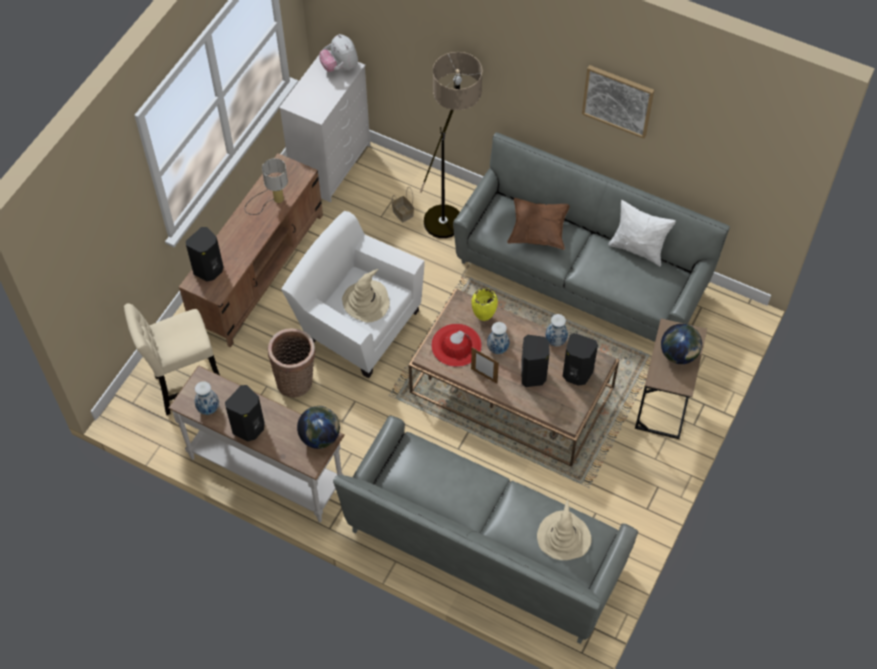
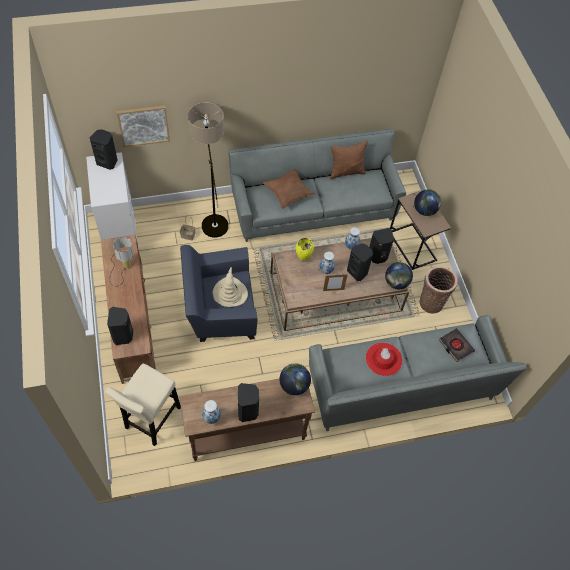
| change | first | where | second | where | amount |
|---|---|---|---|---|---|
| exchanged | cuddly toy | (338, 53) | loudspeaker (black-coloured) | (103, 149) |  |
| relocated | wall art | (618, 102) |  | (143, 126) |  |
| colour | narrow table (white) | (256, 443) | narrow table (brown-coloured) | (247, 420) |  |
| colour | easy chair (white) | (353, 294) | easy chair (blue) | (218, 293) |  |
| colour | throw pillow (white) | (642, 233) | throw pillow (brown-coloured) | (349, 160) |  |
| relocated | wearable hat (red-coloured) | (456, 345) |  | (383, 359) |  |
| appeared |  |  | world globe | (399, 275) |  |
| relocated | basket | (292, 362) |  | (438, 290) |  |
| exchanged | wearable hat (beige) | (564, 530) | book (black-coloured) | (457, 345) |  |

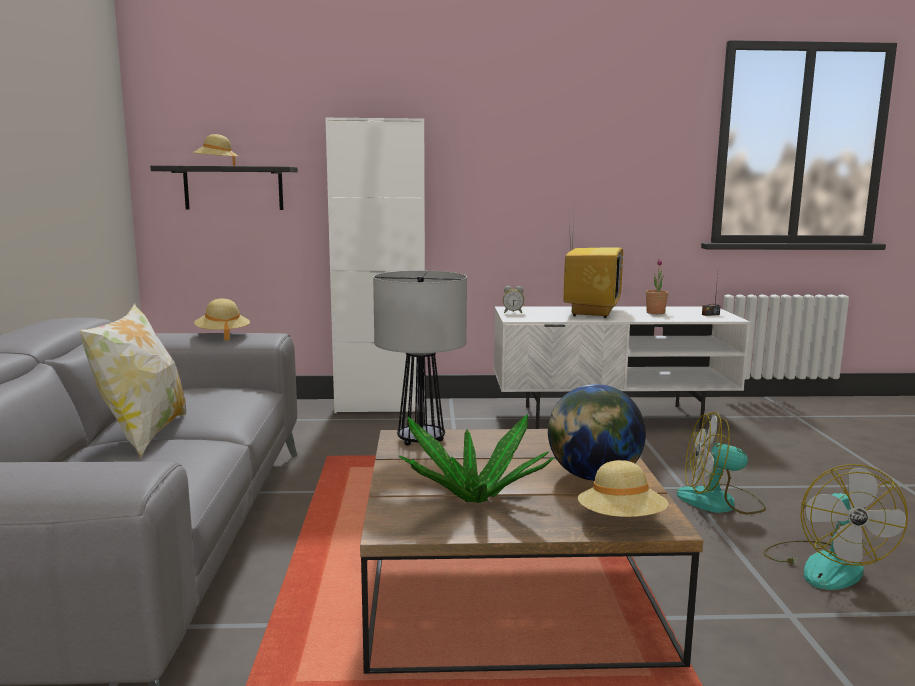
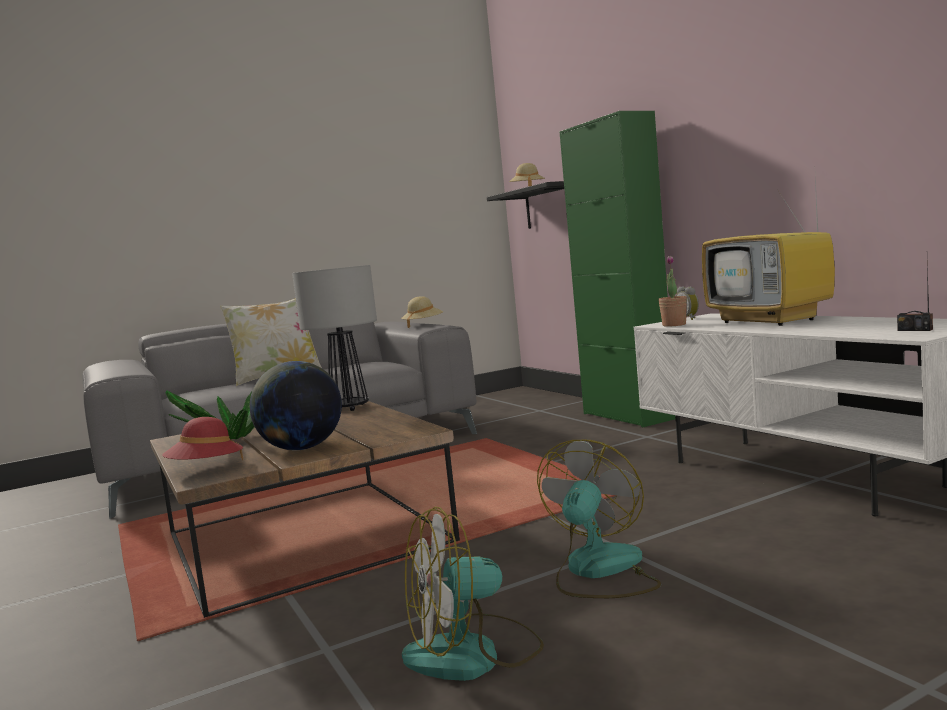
| change | first | where | second | where | amount |
|---|---|---|---|---|---|
| colour | wearable hat (beige) | (623, 488) | wearable hat (red-coloured) | (202, 438) |  |
| spun | cooling fan | (721, 463) |  | (599, 519) | 45 degrees clockwise |
| colour | cupboard (white) | (375, 265) | cupboard (green) | (617, 269) |  |
| relocated | potted plant | (657, 286) |  | (672, 291) |  |
| spun | television | (593, 267) |  | (768, 252) | 75 degrees clockwise |

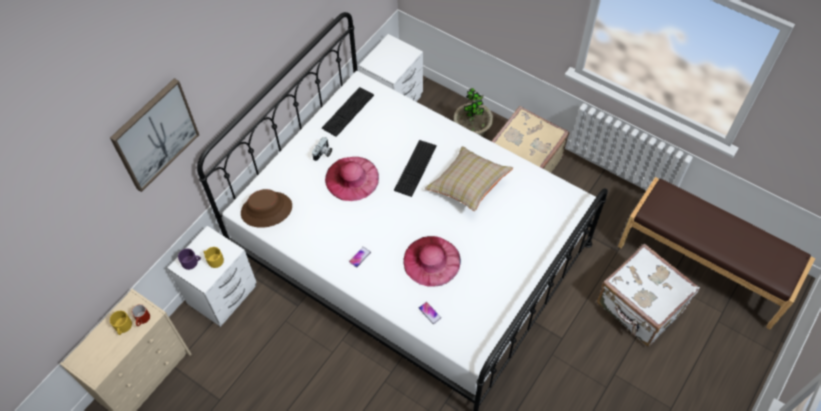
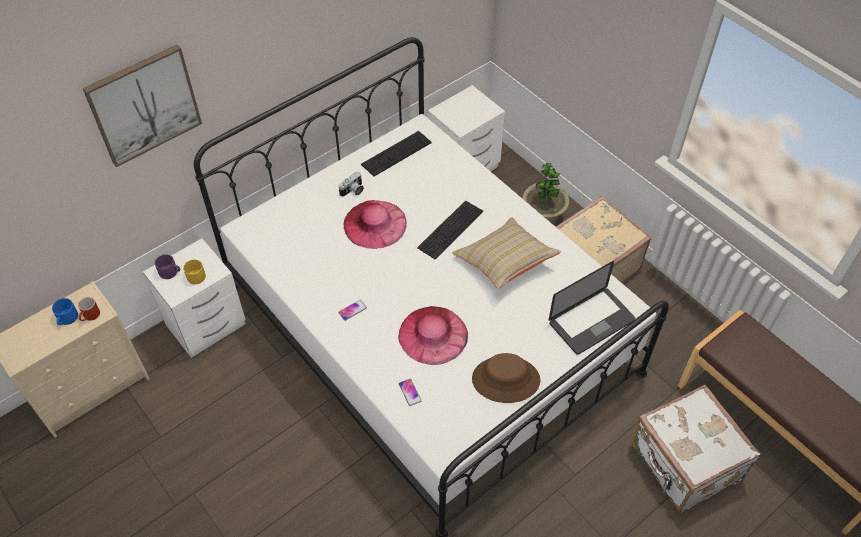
| change | first | where | second | where | amount |
|---|---|---|---|---|---|
| colour | mug (yellow) | (121, 323) | mug (blue) | (65, 311) |  |
| relocated | wearable hat (brown-coloured) | (266, 208) |  | (506, 378) |  |
| appeared |  |  | laptop | (592, 308) |  |

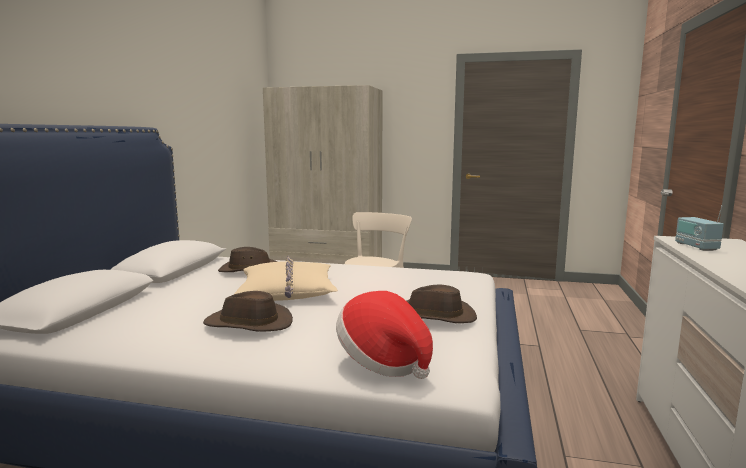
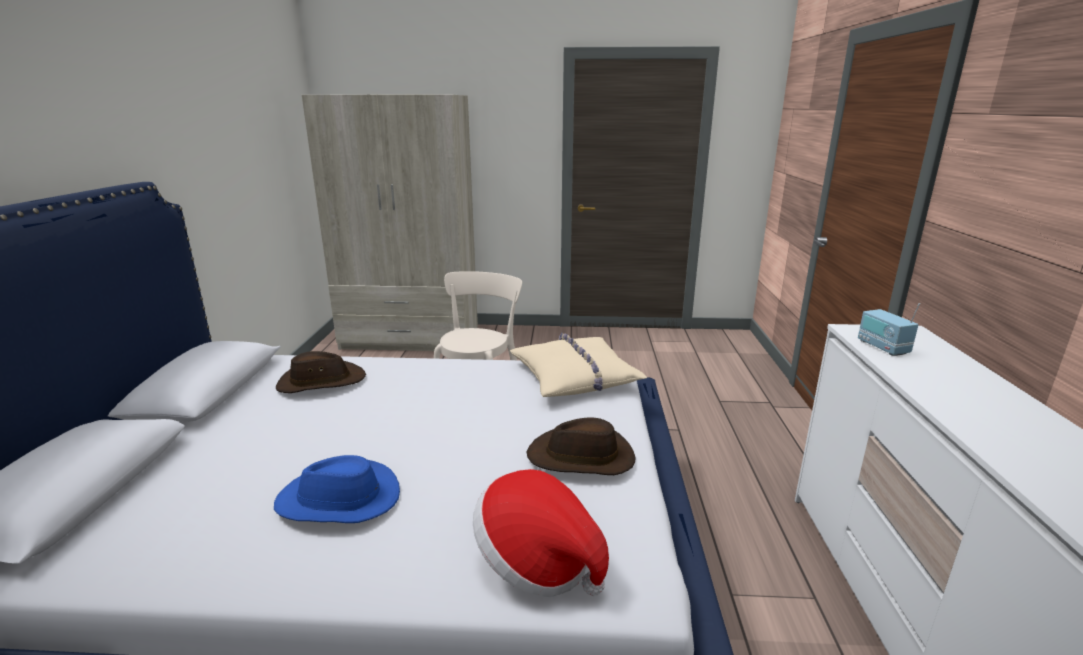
| change | first | where | second | where | amount |
|---|---|---|---|---|---|
| colour | wearable hat (brown-coloured) | (248, 311) | wearable hat (blue) | (337, 489) |  |
| relocated | throw pillow (beige) | (286, 278) |  | (578, 365) |  |

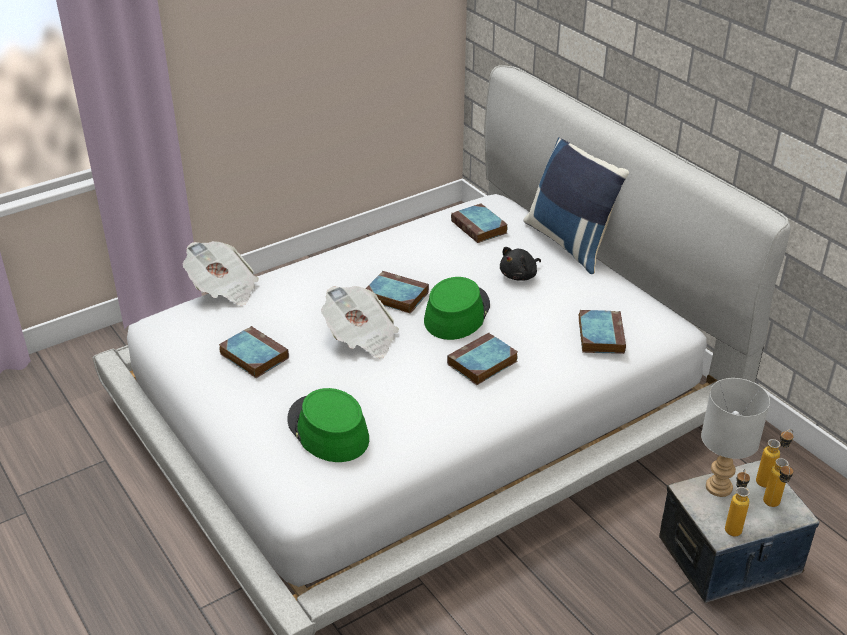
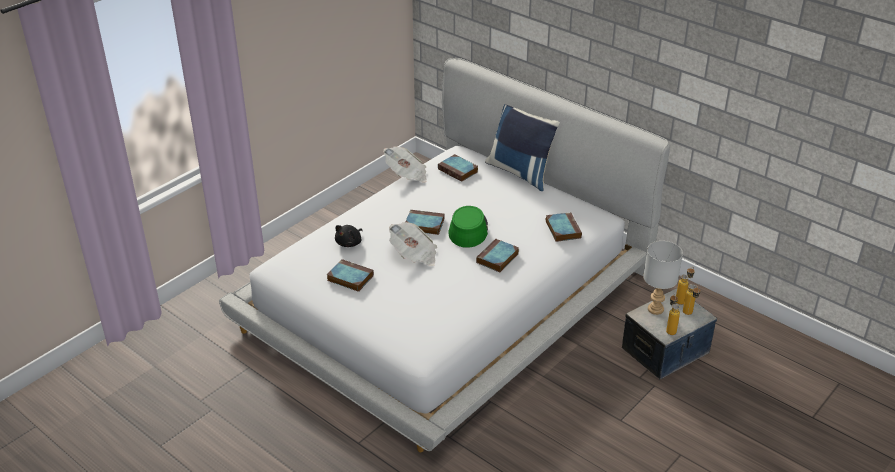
| change | first | where | second | where | amount |
|---|---|---|---|---|---|
| relocated | cuddly toy (black-coloured) | (520, 264) |  | (349, 236) |  |
| relocated | daily paper | (220, 273) |  | (405, 165) |  |
| missing | wearable hat (green) | (328, 425) |  |  |  |

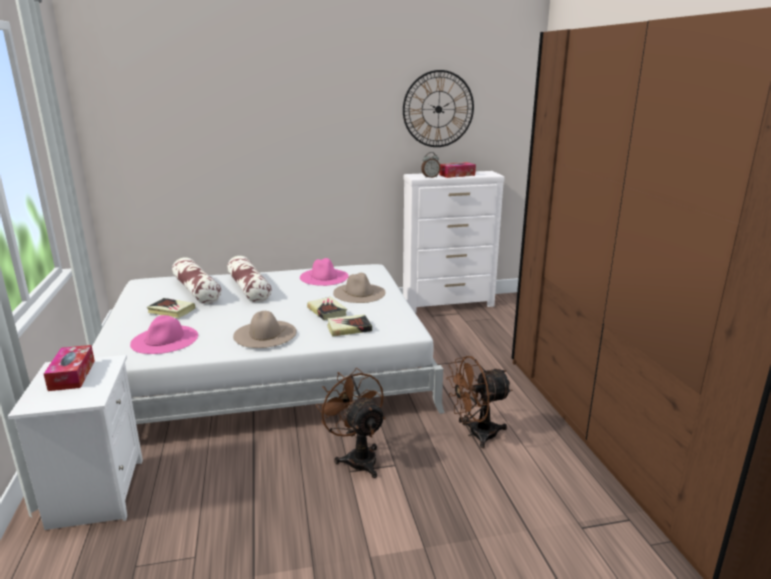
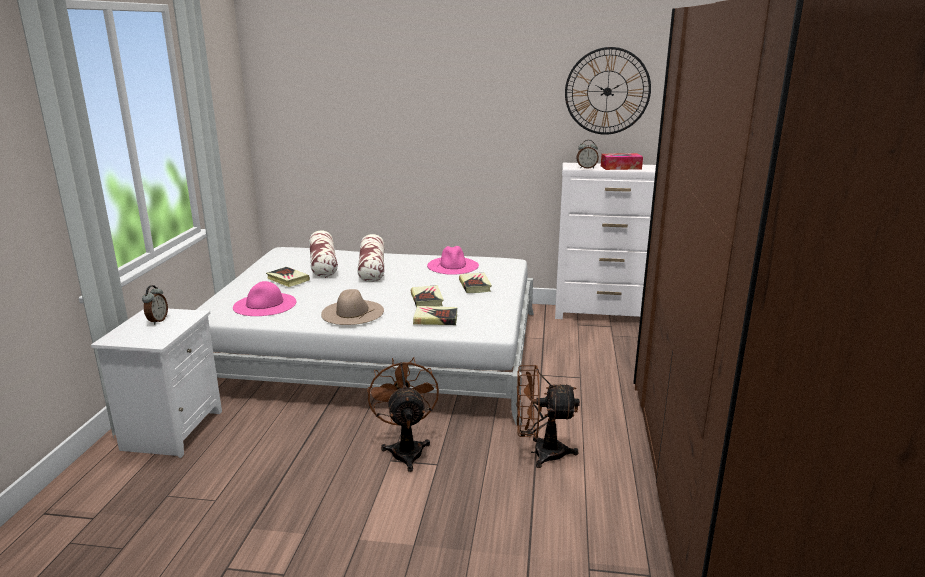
| change | first | where | second | where | amount |
|---|---|---|---|---|---|
| exchanged | tissue holder | (69, 368) | bedside clock | (155, 305) |  |
| exchanged | wearable hat (beige) | (359, 288) | book | (475, 283) |  |

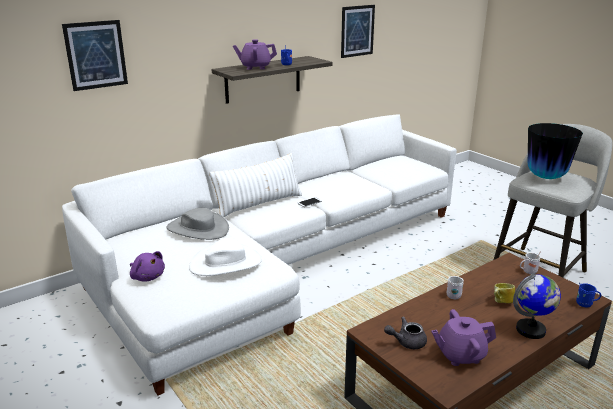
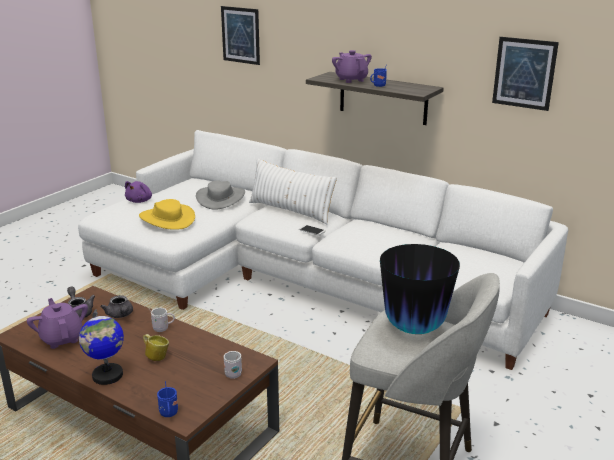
| change | first | where | second | where | amount |
|---|---|---|---|---|---|
| appeared |  |  | teapot (gray) | (117, 306) |  |
| colour | wearable hat (white) | (225, 257) | wearable hat (yellow) | (167, 214) |  |

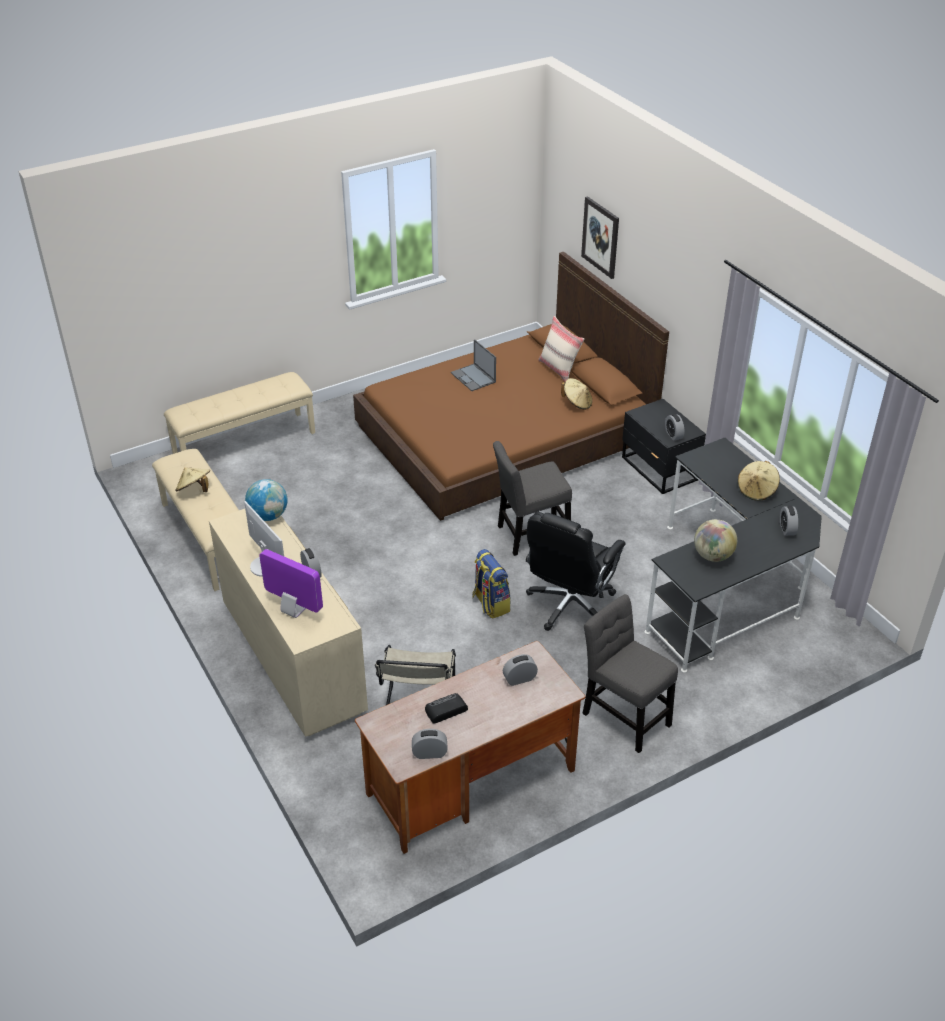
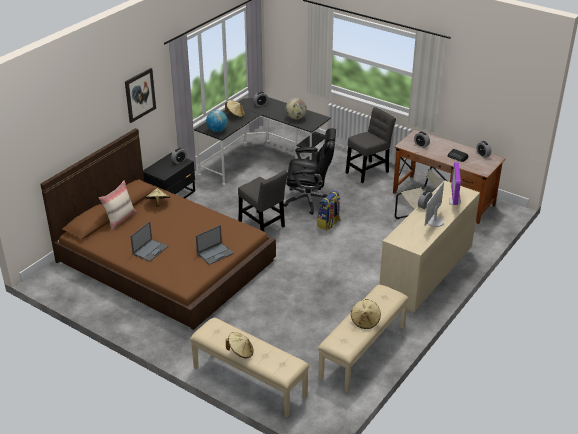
| change | first | where | second | where | amount |
|---|---|---|---|---|---|
| relocated | wall art | (600, 237) |  | (140, 95) |  |
| appeared |  |  | laptop | (215, 245) |  |
| relocated | world globe | (266, 500) |  | (217, 121) |  |
| appeared |  |  | wearable hat (beige) | (240, 345) |  |
| spun | upright chair (gray) | (630, 673) |  | (371, 145) | 150 degrees counterclockwise |

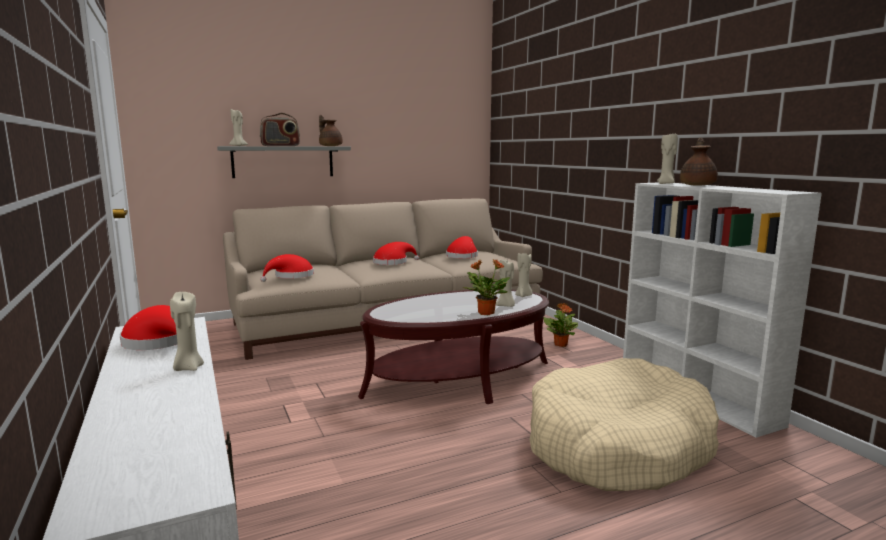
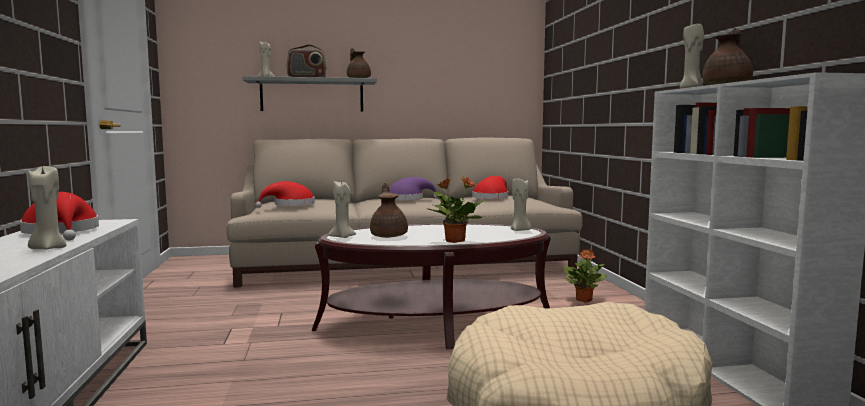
| change | first | where | second | where | amount |
|---|---|---|---|---|---|
| relocated | wax light (beige) | (505, 283) |  | (342, 209) |  |
| appeared |  |  | teapot (brown-coloured) | (389, 210) |  |
| colour | wearable hat (red-coloured) | (396, 253) | wearable hat (purple-coloured) | (414, 188) |  |

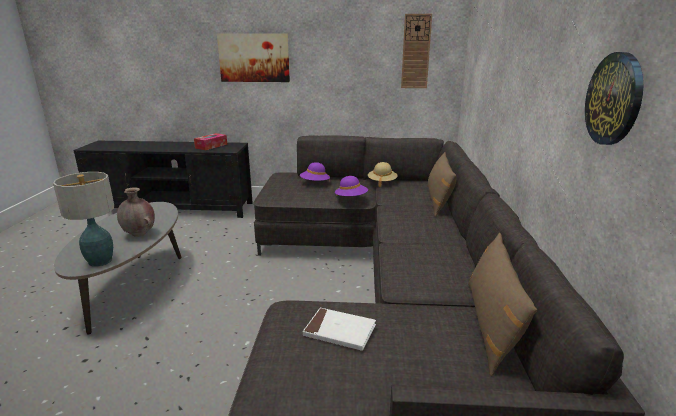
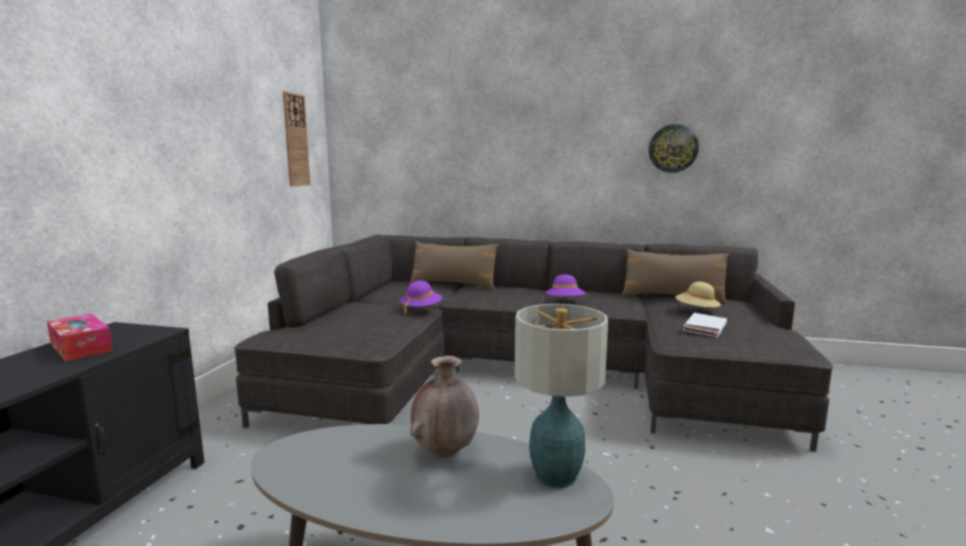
| change | first | where | second | where | amount |
|---|---|---|---|---|---|
| relocated | wearable hat (purple-coloured) | (315, 171) |  | (565, 286) |  |
| relocated | wearable hat (beige) | (383, 174) |  | (698, 297) |  |
| missing | wall art | (253, 57) |  |  |  |

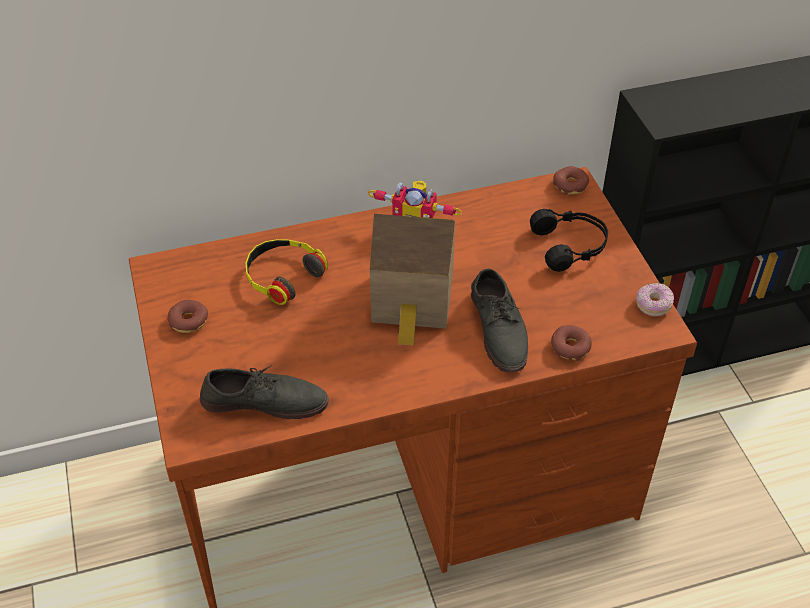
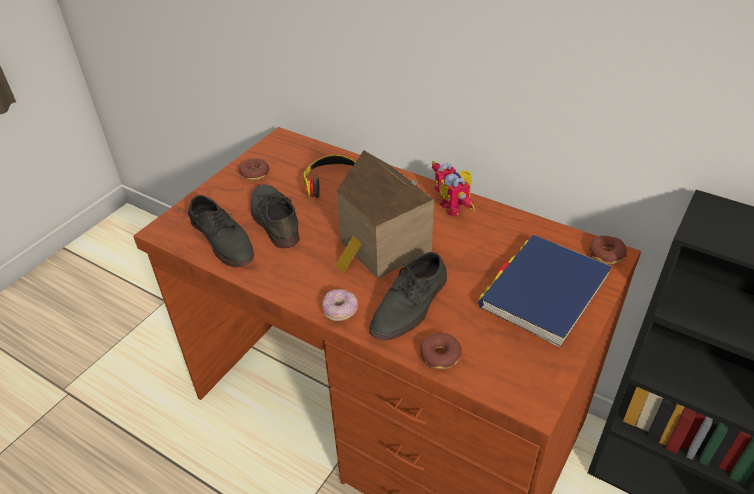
| change | first | where | second | where | amount |
|---|---|---|---|---|---|
| appeared |  |  | shoe (gray) | (275, 216) |  |
| relocated | doughnut | (655, 300) |  | (340, 305) |  |
| exchanged | headphones (black-coloured) | (569, 240) | book (blue) | (545, 291) |  |

